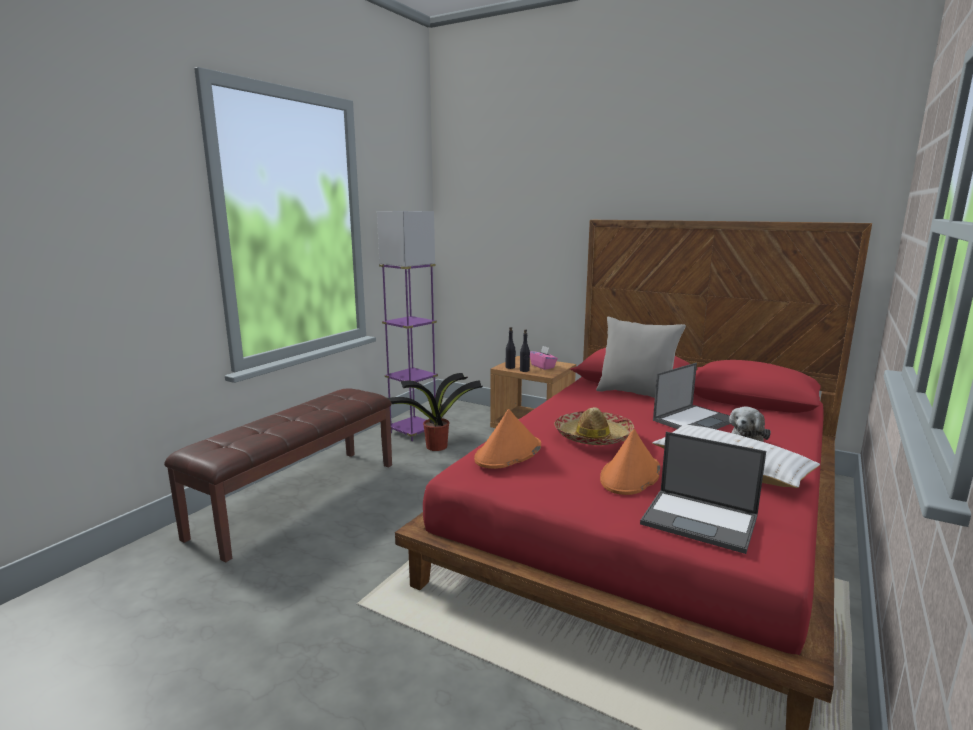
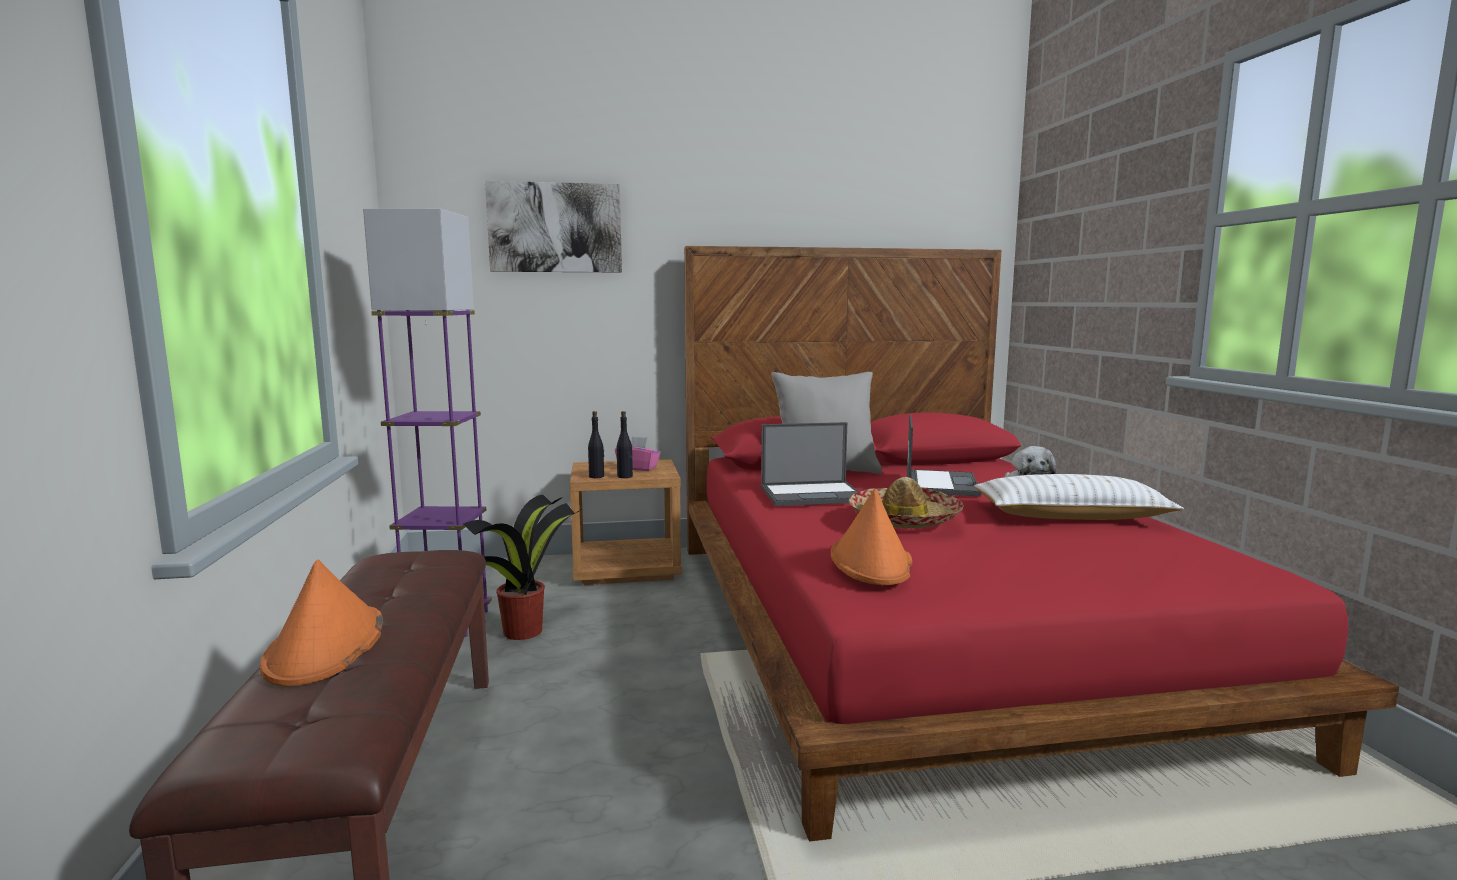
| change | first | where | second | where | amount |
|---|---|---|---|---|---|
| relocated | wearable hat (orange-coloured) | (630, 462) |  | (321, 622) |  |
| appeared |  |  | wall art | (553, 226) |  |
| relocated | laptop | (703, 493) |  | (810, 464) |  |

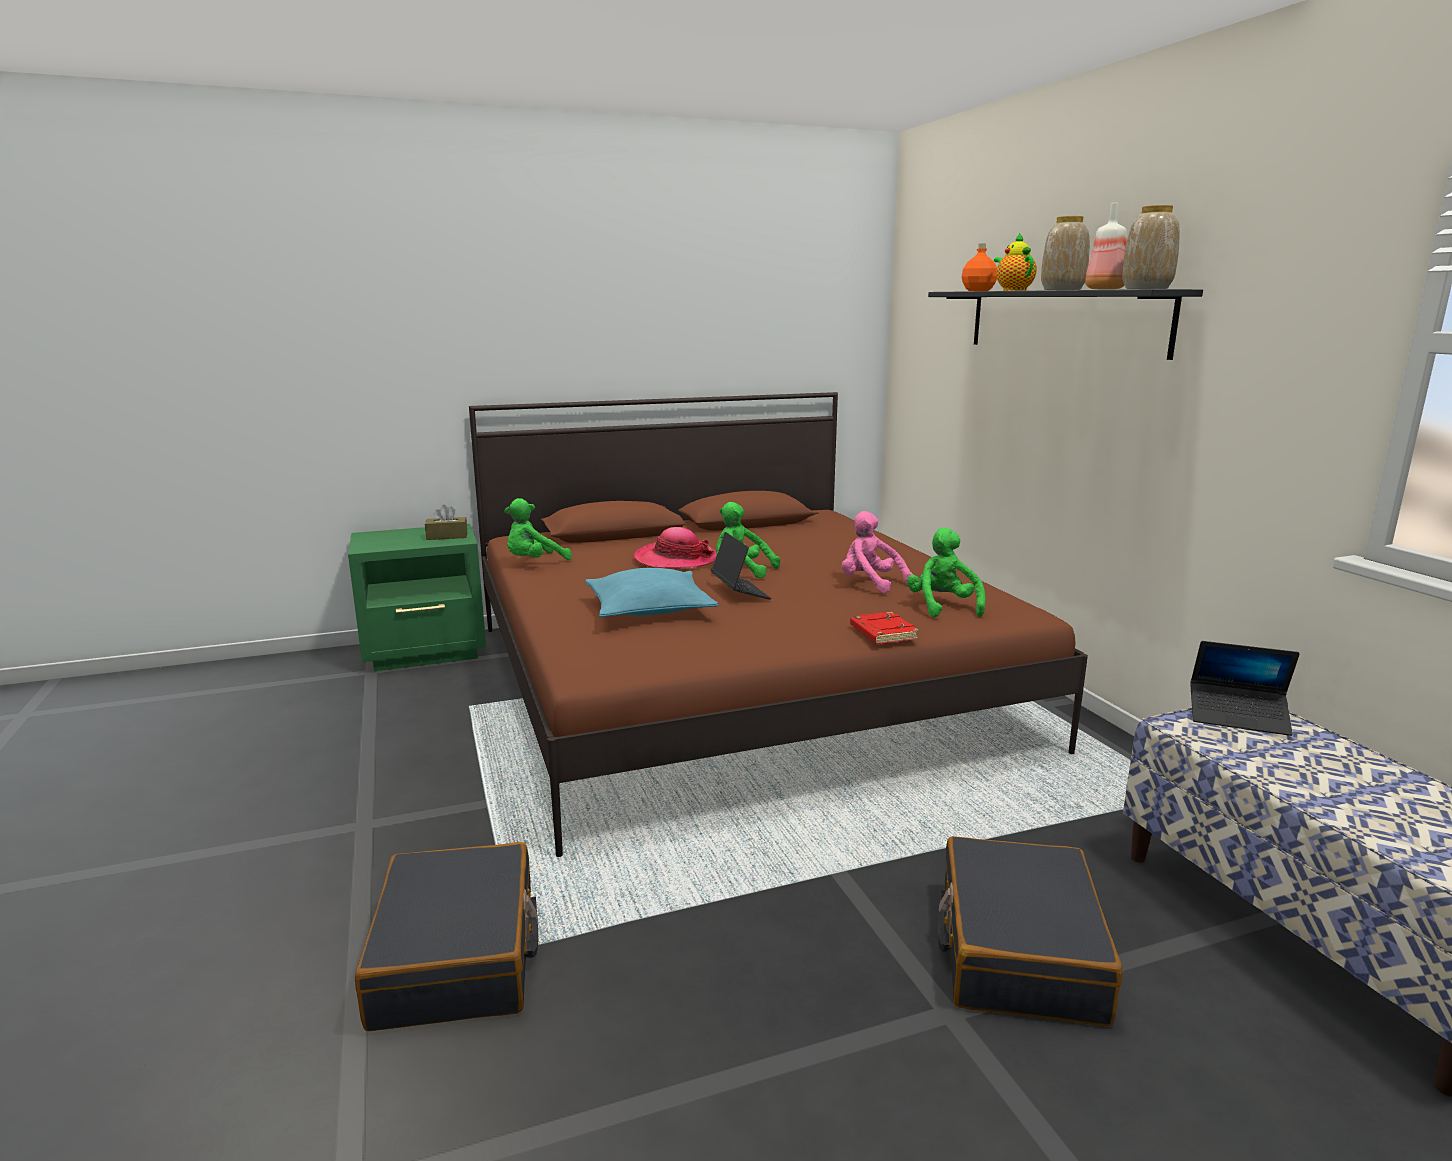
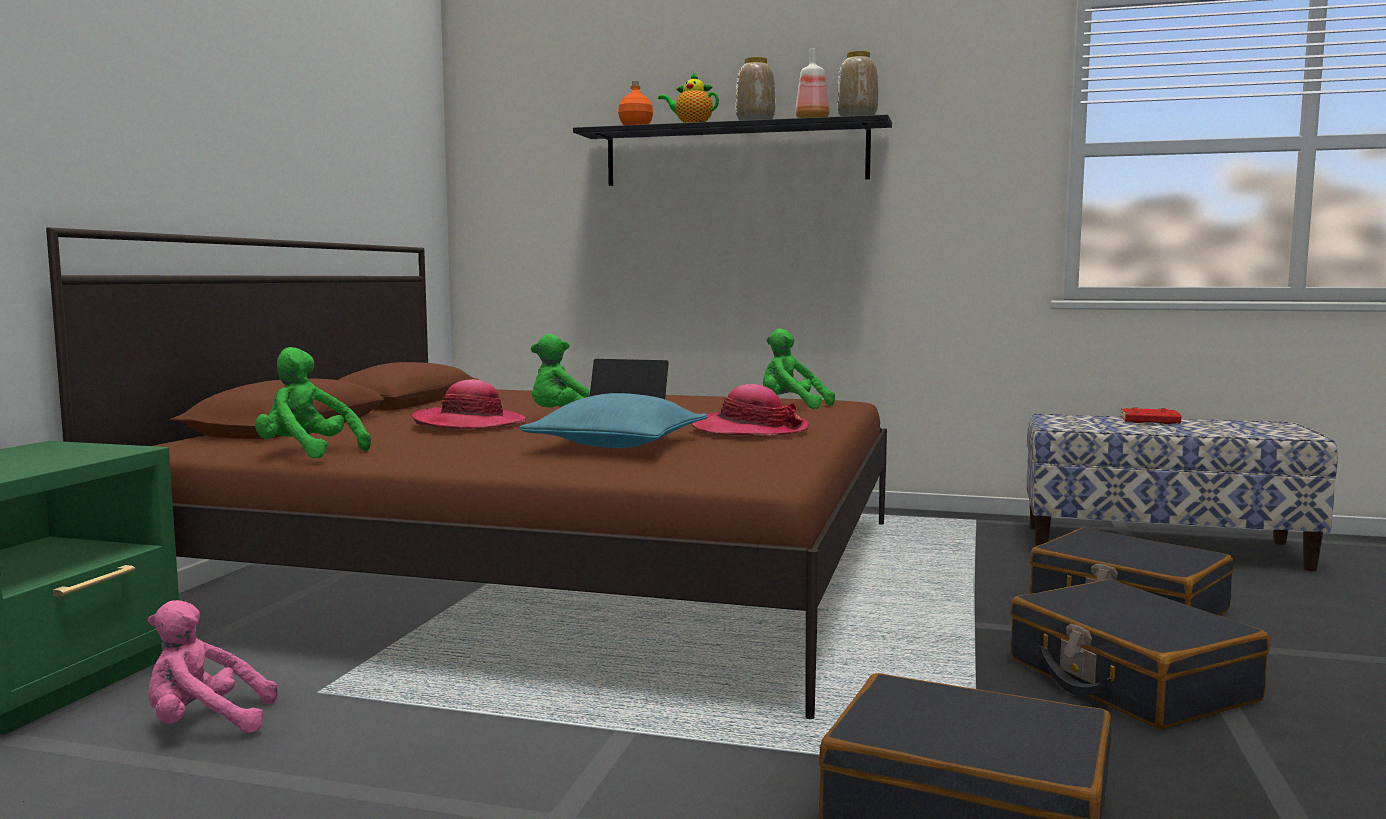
| change | first | where | second | where | amount |
|---|---|---|---|---|---|
| relocated | cuddly toy (pinkish) | (877, 552) |  | (213, 666) |  |
| spun | cuddly toy (green) | (538, 529) |  | (313, 402) | 120 degrees clockwise |
| appeared |  |  | wearable hat | (750, 409) |  |
| appeared |  |  | suitcase (black-coloured) | (1139, 654) |  |
| relocated | book (red-coloured) | (884, 628) |  | (1151, 415) |  |
| missing | tissue holder (brown-coloured) | (446, 522) |  |  |  |
| missing | laptop | (1245, 688) |  |  |  |

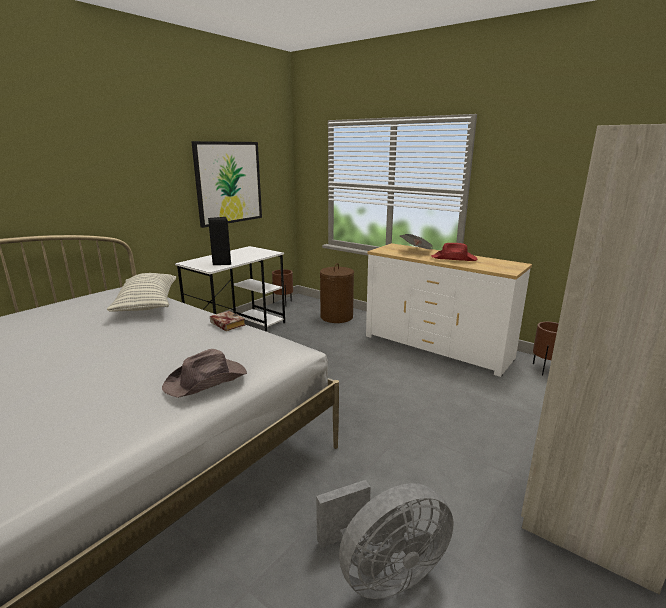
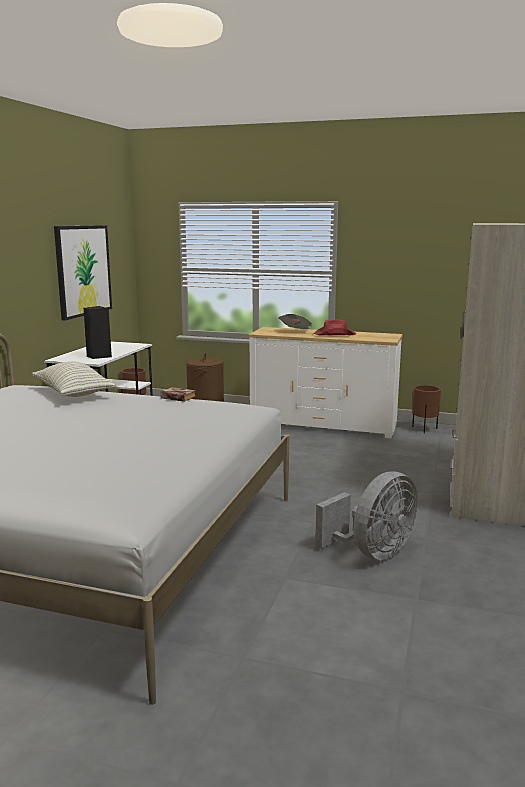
| change | first | where | second | where | amount |
|---|---|---|---|---|---|
| missing | wearable hat (brown-coloured) | (204, 373) |  |  |  |

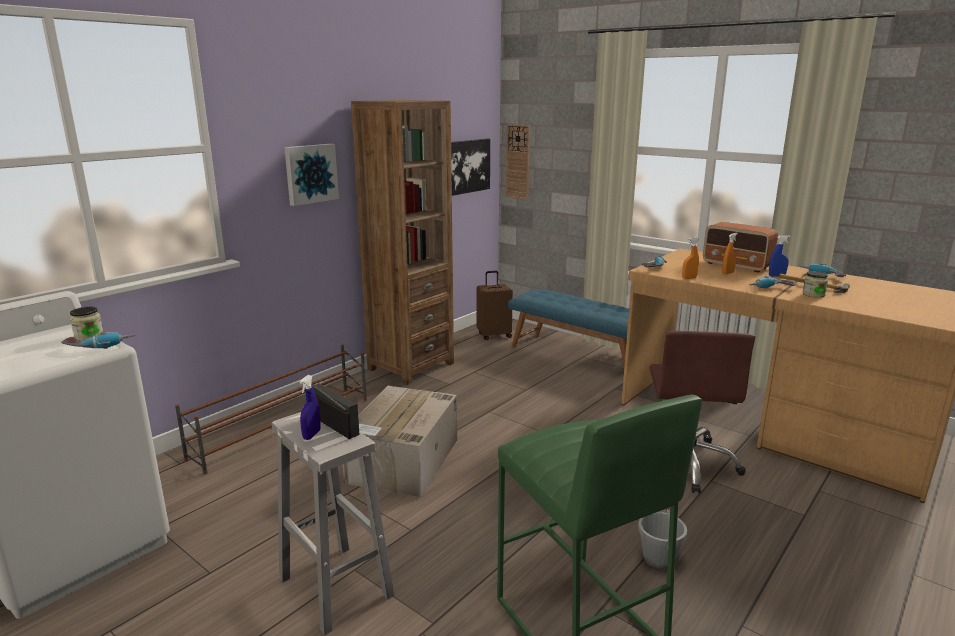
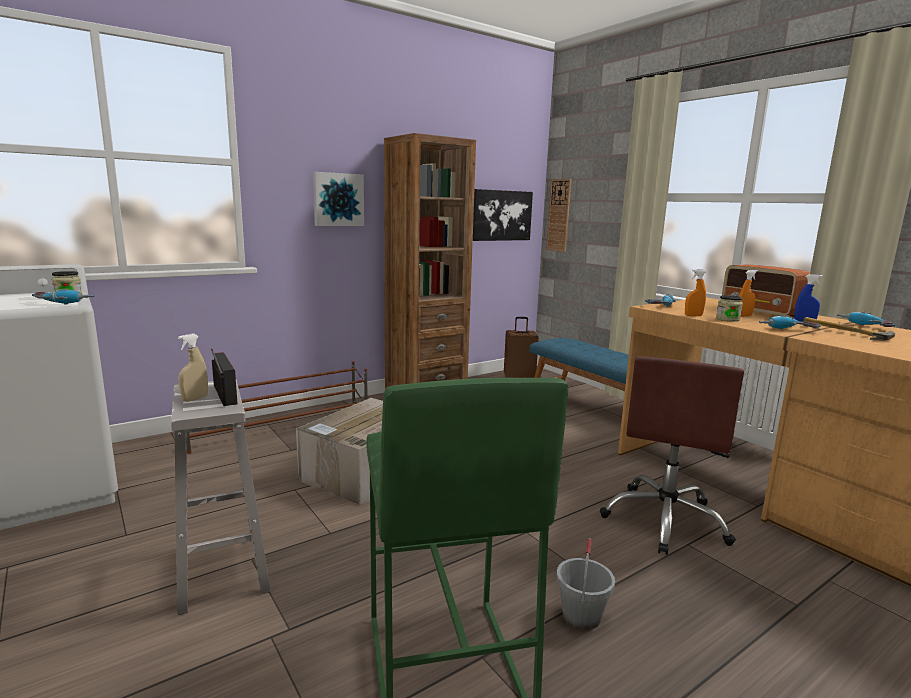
| change | first | where | second | where | amount |
|---|---|---|---|---|---|
| colour | spray bottle (blue) | (310, 407) | spray bottle (beige) | (193, 367) |  |
| relocated | jar | (815, 284) |  | (729, 308) |  |

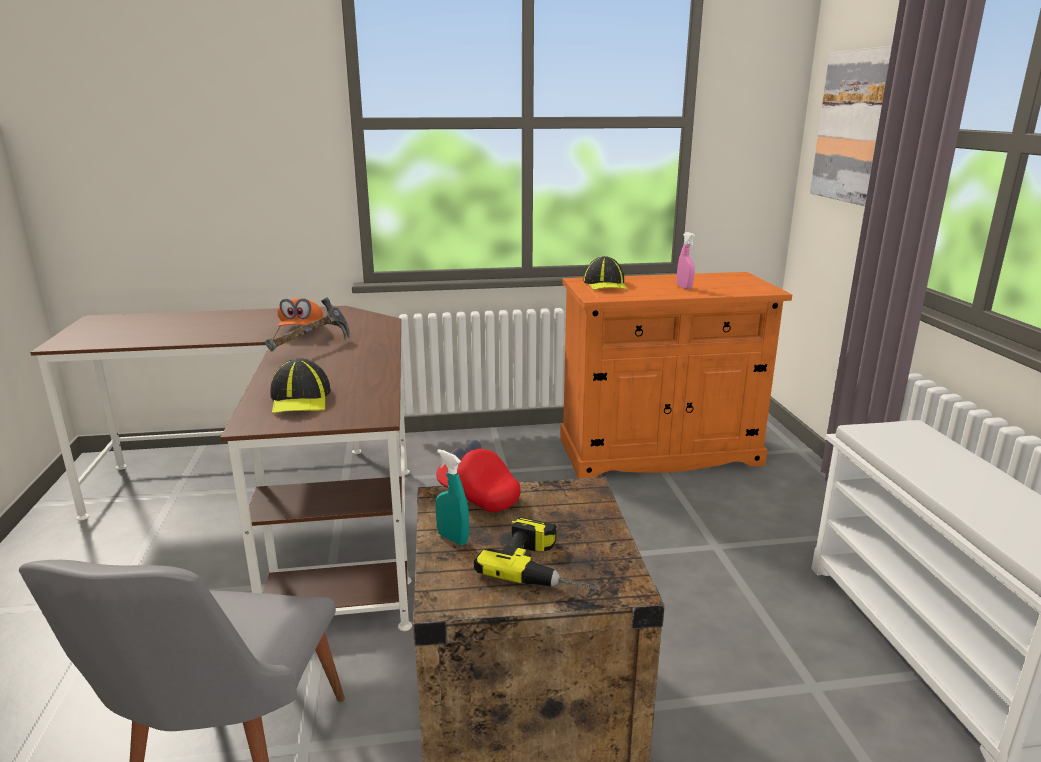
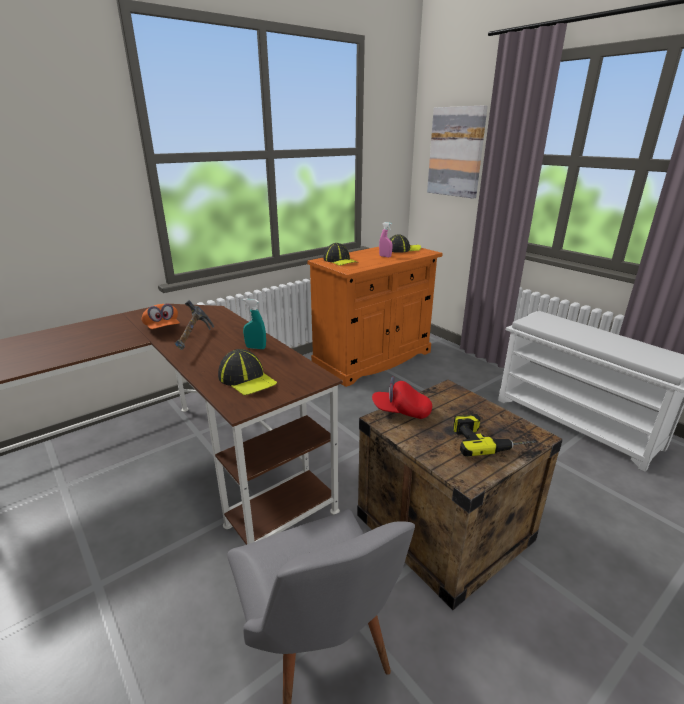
| change | first | where | second | where | amount |
|---|---|---|---|---|---|
| relocated | spray bottle (blue-green) | (452, 497) |  | (254, 324) |  |
| appeared |  |  | peaked cap | (405, 243) |  |

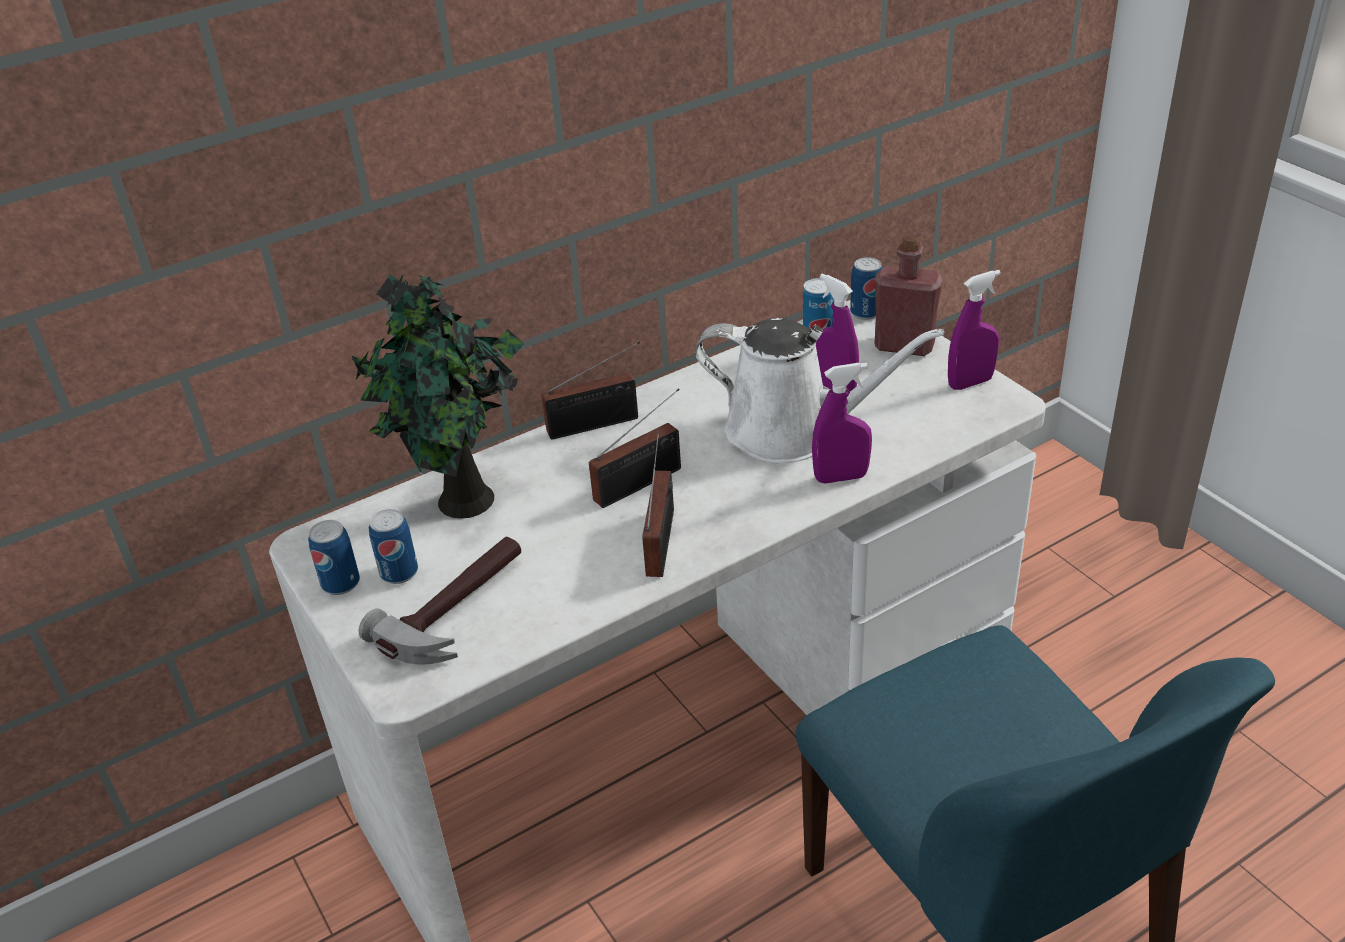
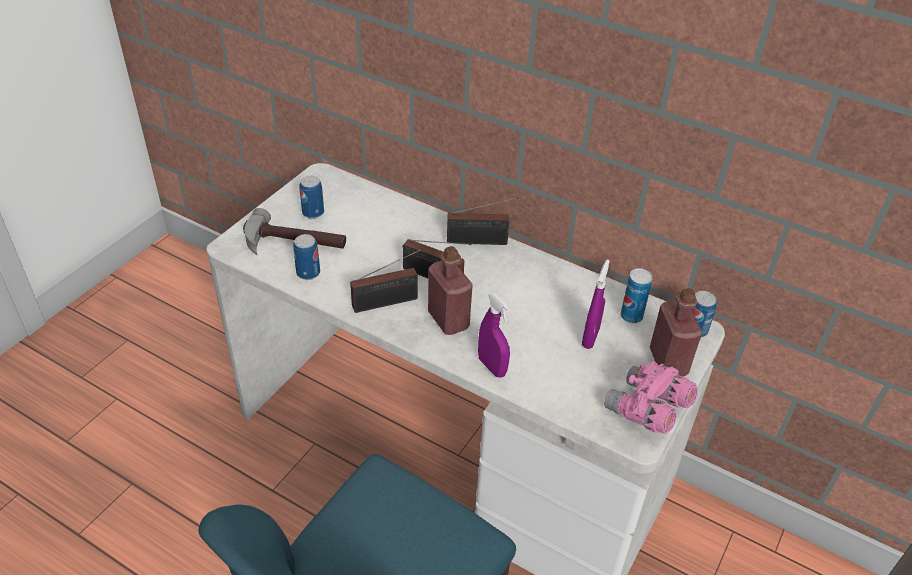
| change | first | where | second | where | amount |
|---|---|---|---|---|---|
| relocated | metal can | (334, 557) |  | (306, 257) |  |
| appeared |  |  | drink bottle (red-coloured) | (450, 290) |  |
| spun | radio set | (590, 390) |  | (482, 221) | 45 degrees counterclockwise |
| exchanged | spray bottle (purple-coloured) | (974, 330) | field glasses (pinkish) | (651, 398) |  |
| missing | potted plant | (437, 396) |  |  |  |
| missing | watering can (white) | (819, 391) |  |  |  |

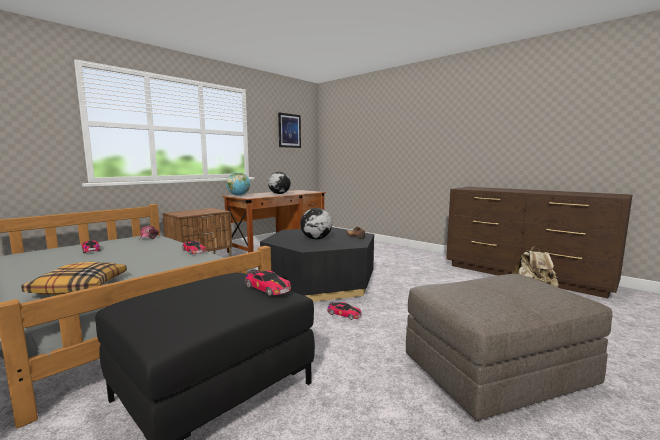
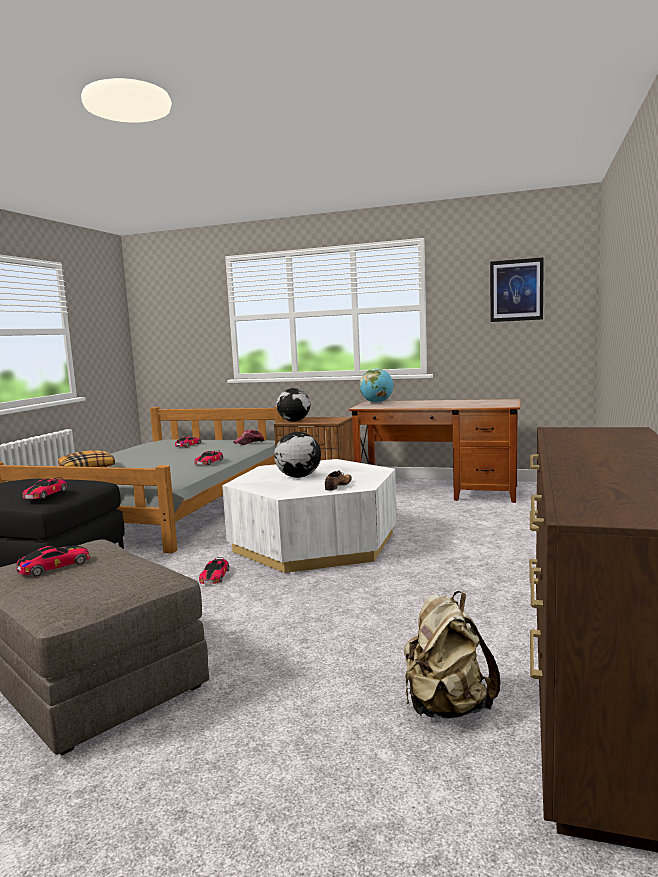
| change | first | where | second | where | amount |
|---|---|---|---|---|---|
| appeared |  |  | model car | (53, 561) |  |
| colour | low table (black-coloured) | (317, 264) | low table (white) | (309, 516) |  |
| relocated | world globe | (279, 183) |  | (293, 405) |  |

